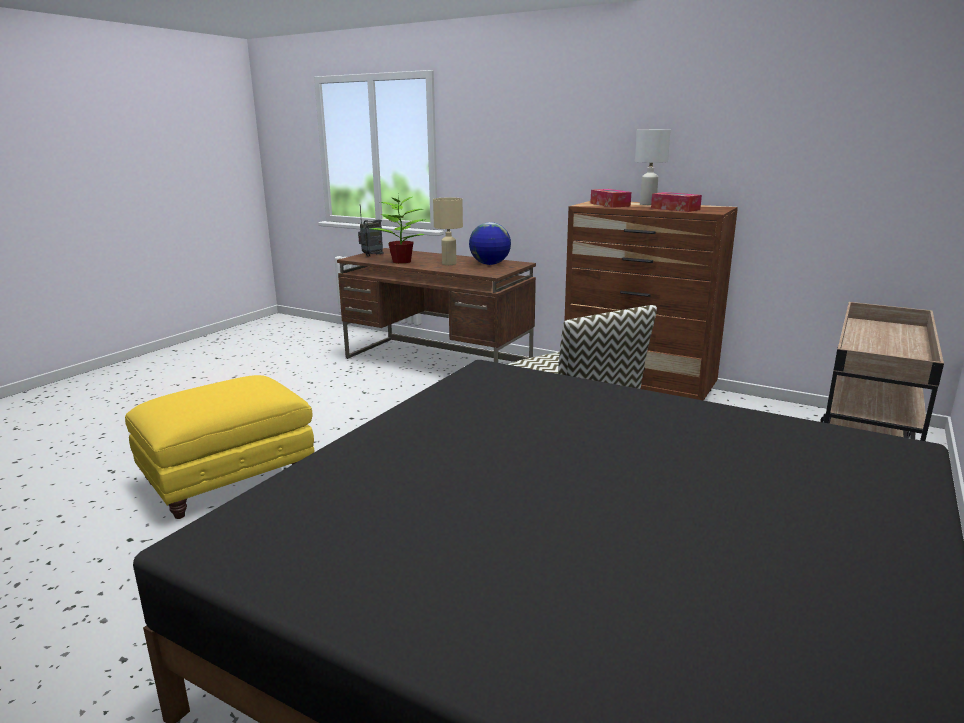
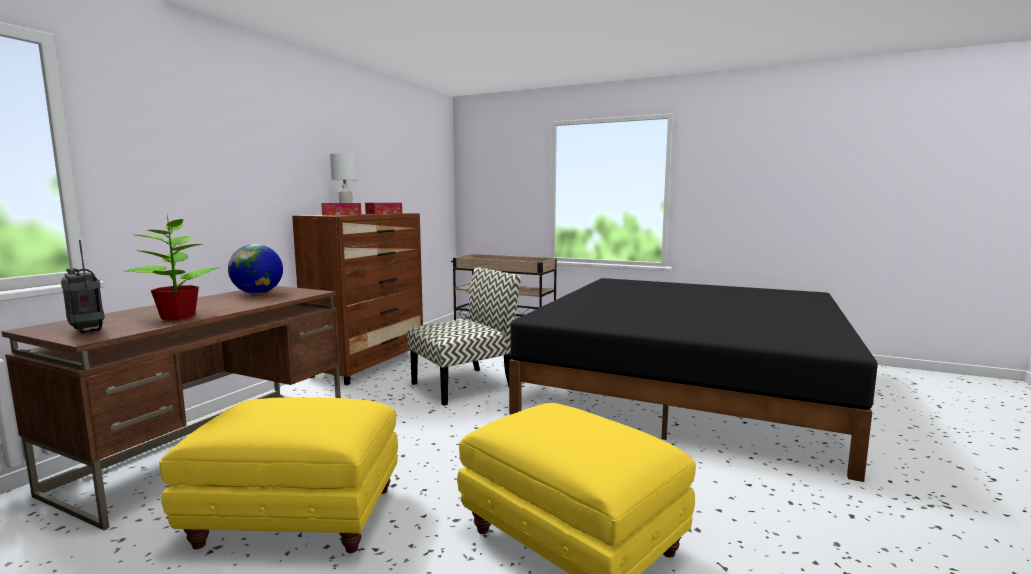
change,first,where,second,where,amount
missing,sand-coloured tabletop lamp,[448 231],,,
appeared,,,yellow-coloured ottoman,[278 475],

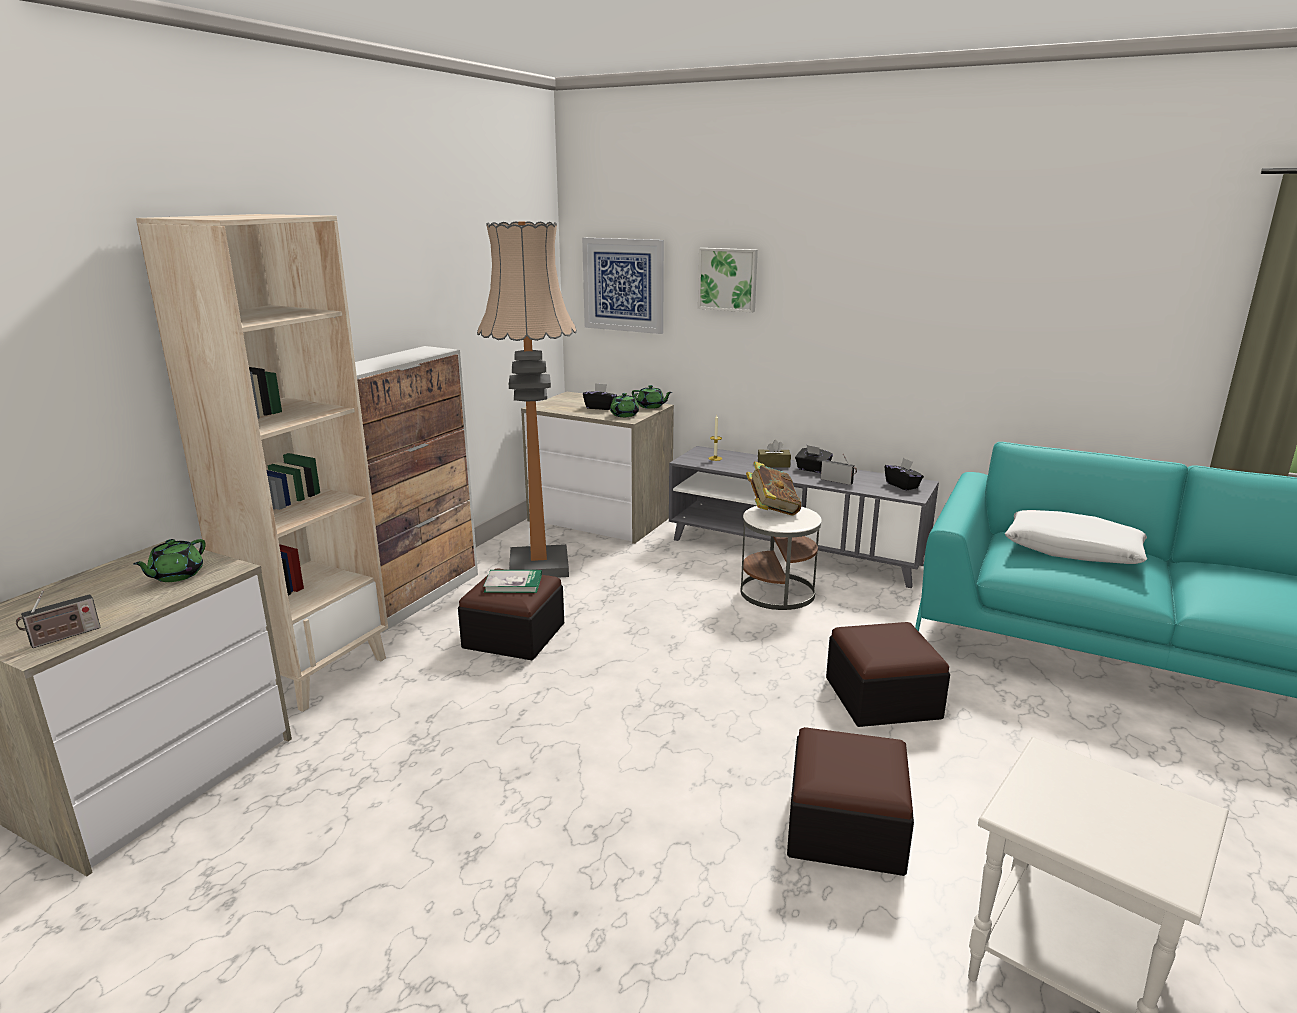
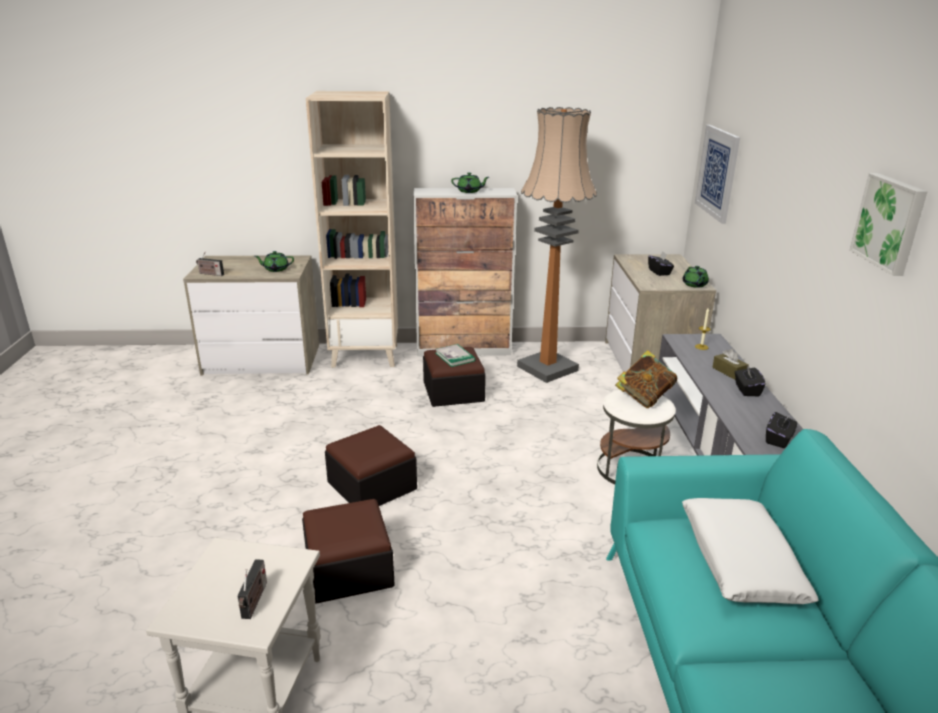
change,first,where,second,where,amount
relocated,picture,[728 280],,[888 224],
relocated,green-coloured tea pot,[624 405],,[470 182],
relocated,radio receiver,[839 469],,[252 589],
relocated,ottoman,[888 674],,[371 465],

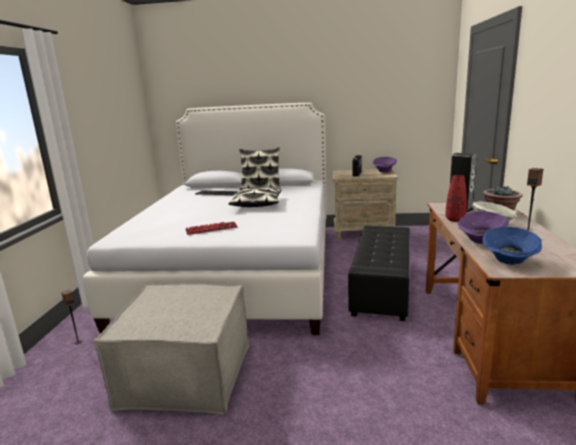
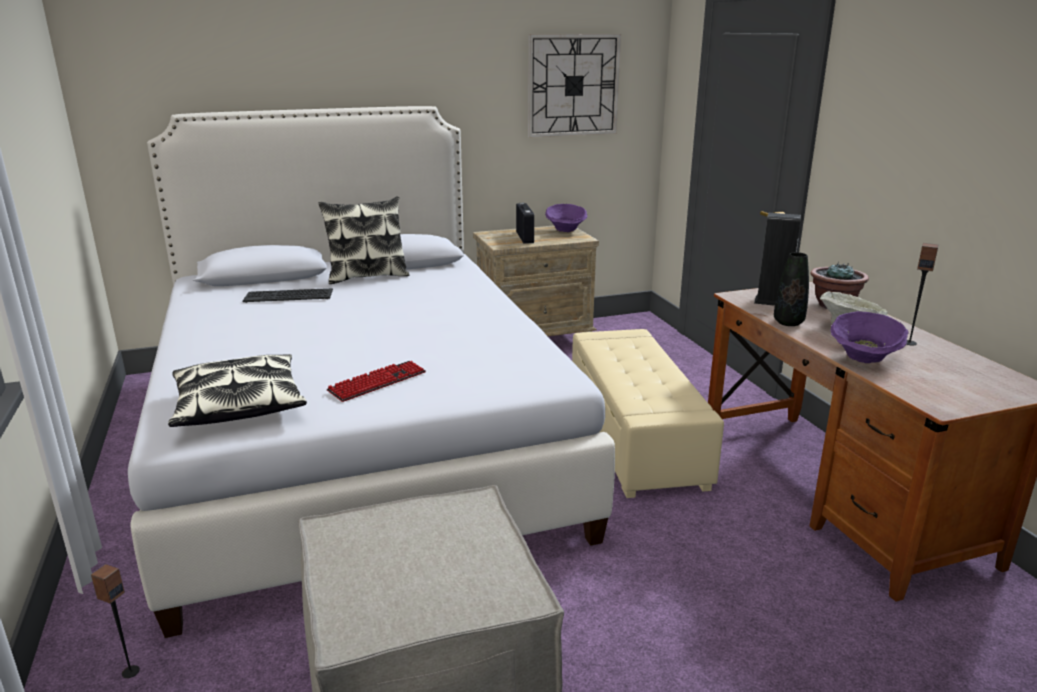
change,first,where,second,where,amount
colour,red vase,[456 198],black-coloured vase,[791 289],
relocated,pillow,[254 197],,[237 390],
colour,black-coloured ottoman,[379 273],sand-coloured ottoman,[648 413],
missing,blue-coloured bowl,[512 246],,,
appeared,,,hanging clock,[574 86],

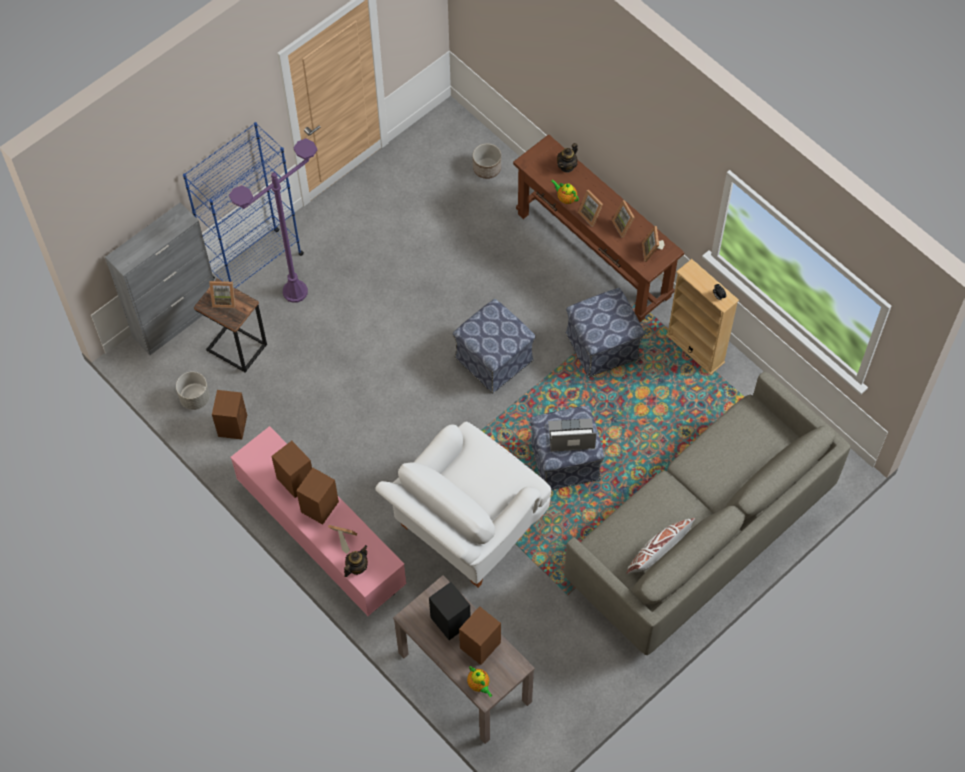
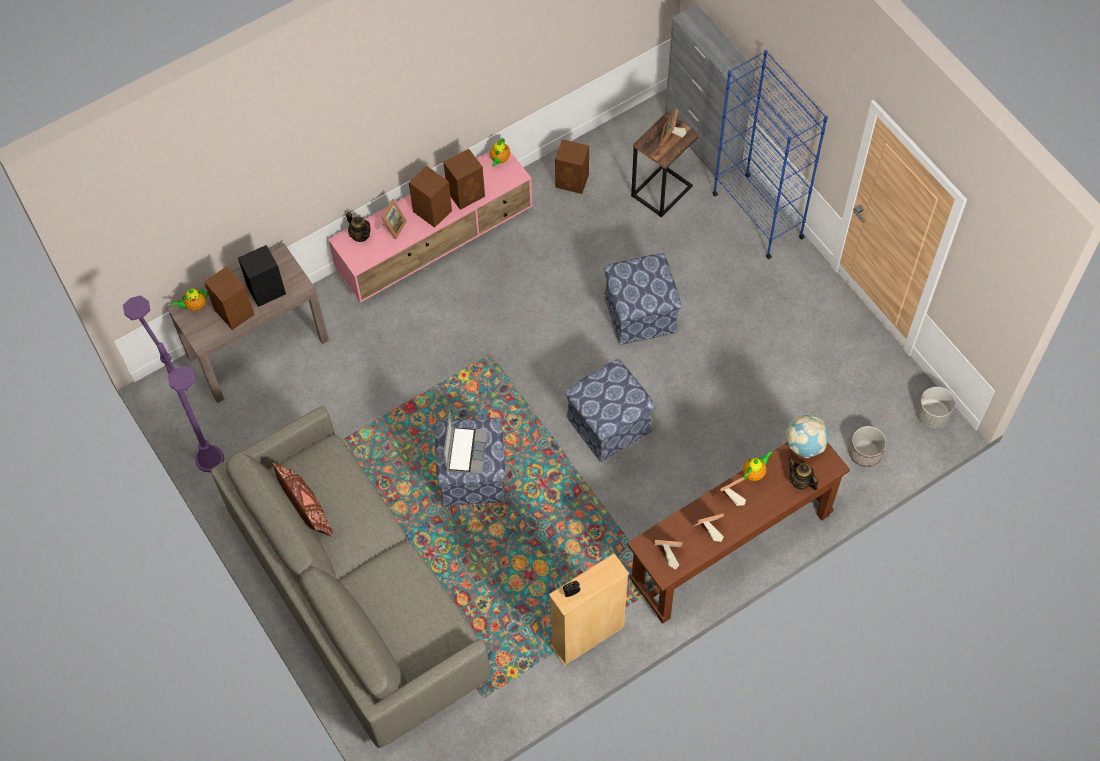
change,first,where,second,where,amount
relocated,purplish floor lamp,[273 220],,[173 383],
relocated,ottoman,[605 332],,[642 299],
relocated,greyish plant pot,[193 391],,[935 408],
missing,white-coloured lounge chair,[463 505],,,
colour,white-coloured pillow,[660 546],brownish pillow,[302 499],
appeared,,,tea pot,[500 152],
appeared,,,globe,[807 436],

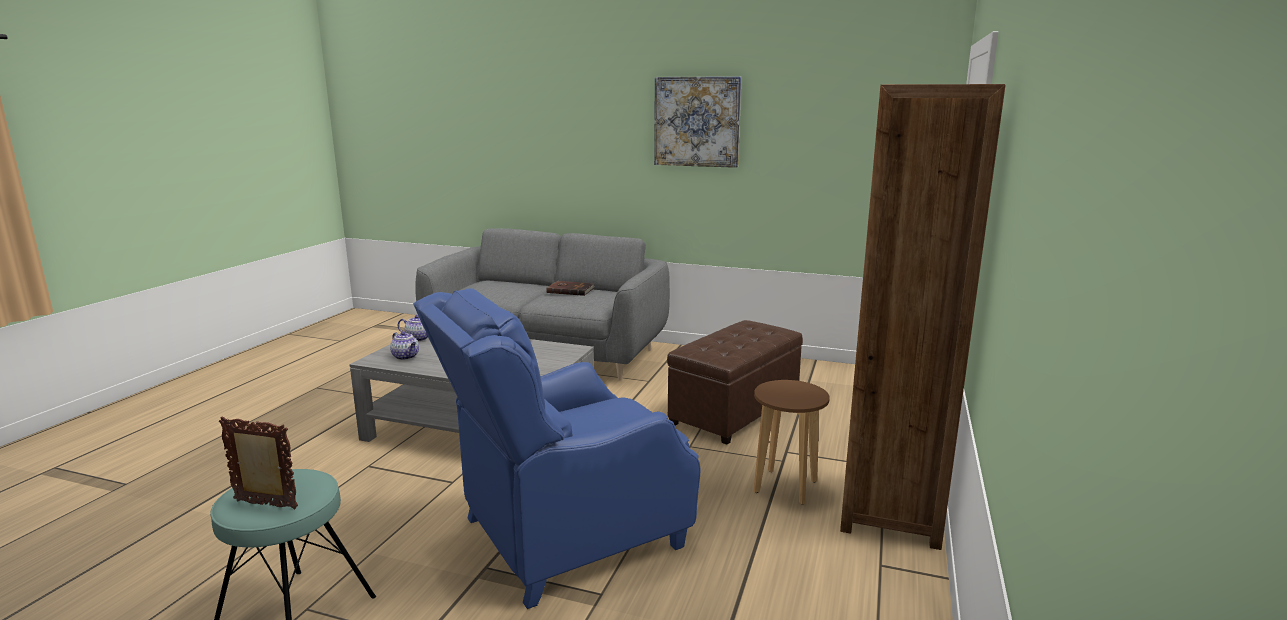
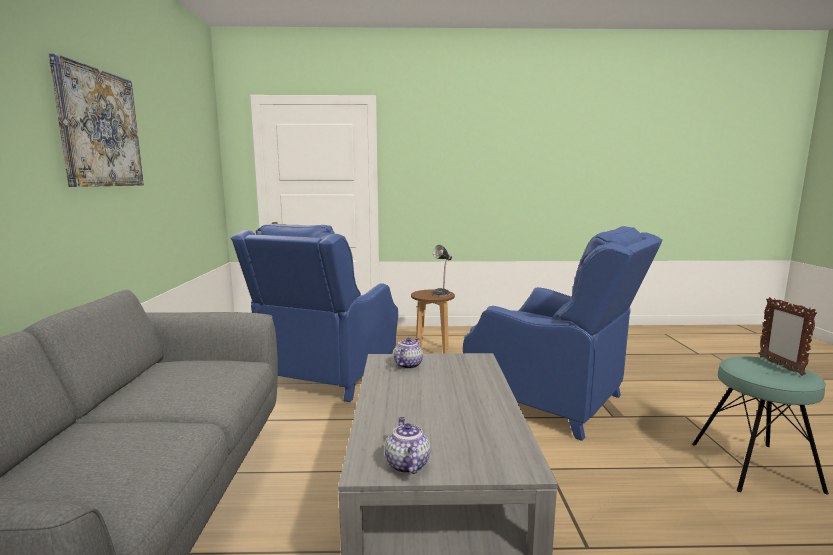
change,first,where,second,where,amount
missing,brownish bookcase,[923 317],,,
missing,brownish book,[570 288],,,
exchanged,brownish ottoman,[735 382],blue-coloured lounge chair,[314 313],
relocated,tea pot,[404 345],,[408 353],
appeared,,,tabletop lamp,[441 270],

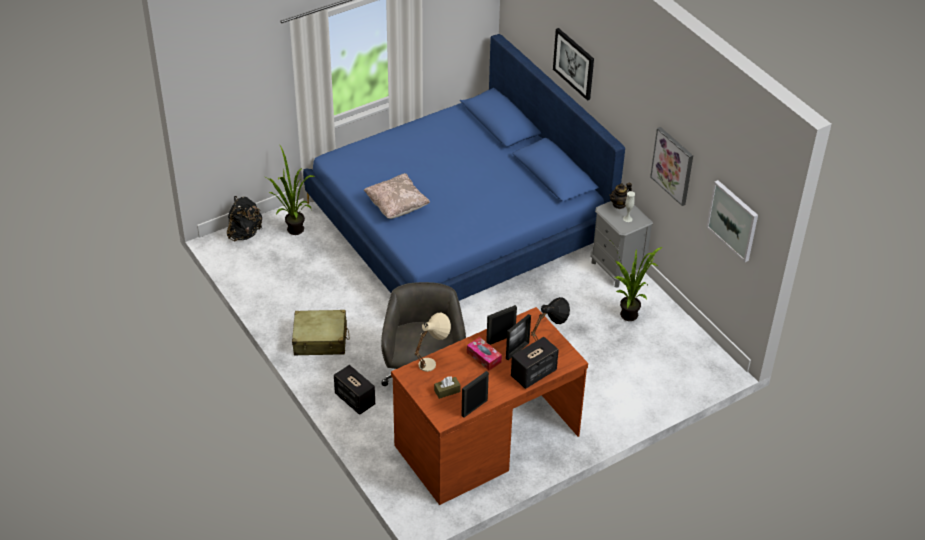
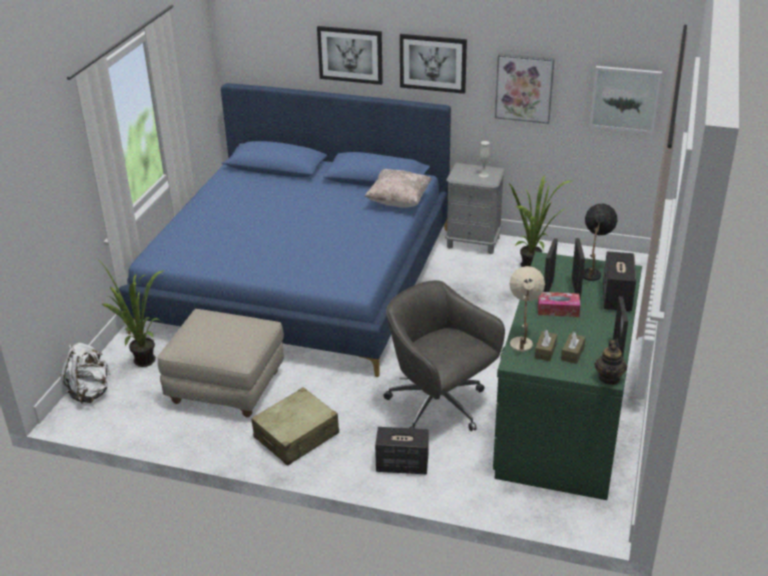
change,first,where,second,where,amount
relocated,sand-coloured pillow,[397 196],,[398 188],
relocated,tea pot,[620 196],,[610 362],
colour,black-coloured backpack,[244 218],white-coloured backpack,[85 373],
colour,brownish desk unit,[489 406],green-coloured desk unit,[567 376],
appeared,,,picture,[433 64],
appeared,,,sand-coloured ottoman,[220 363],
appeared,,,brownish tissue holder,[546 345],

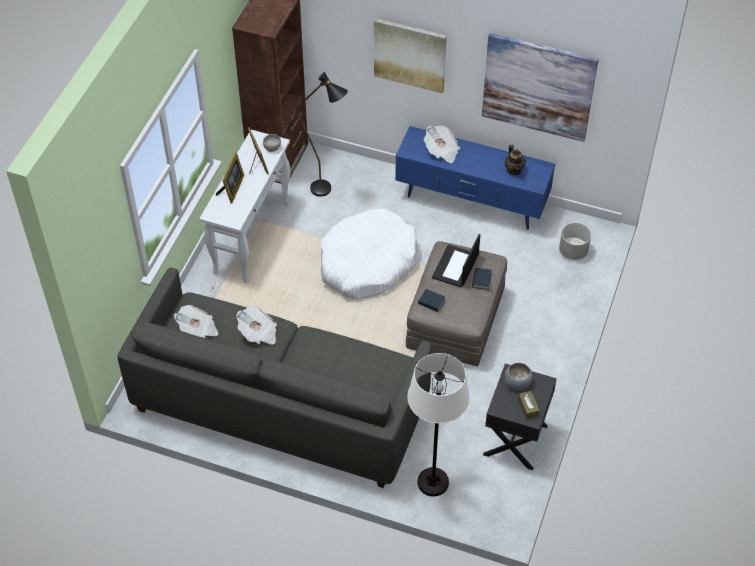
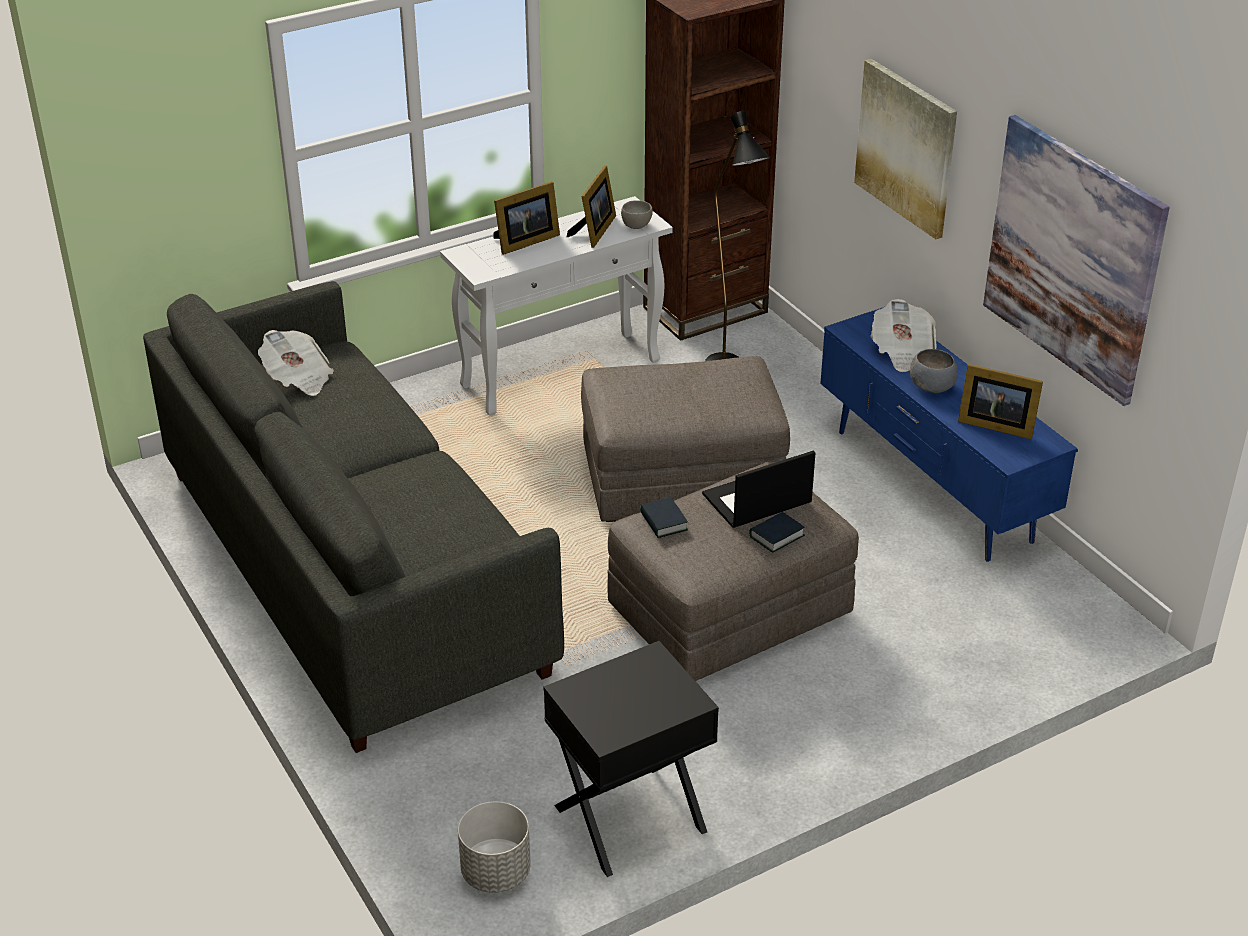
change,first,where,second,where,amount
exchanged,tea pot,[515 160],standing frame,[1000 401],
exchanged,white-coloured pet bed,[368 254],greyish ottoman,[685 439],
relocated,greyish plant pot,[575 241],,[494 847],
missing,newspaper,[256 325],,,
missing,white-coloured floor lamp,[438 424],,,
relocated,greyish bowl,[518 376],,[934 371],
missing,brownish tissue holder,[529 405],,,

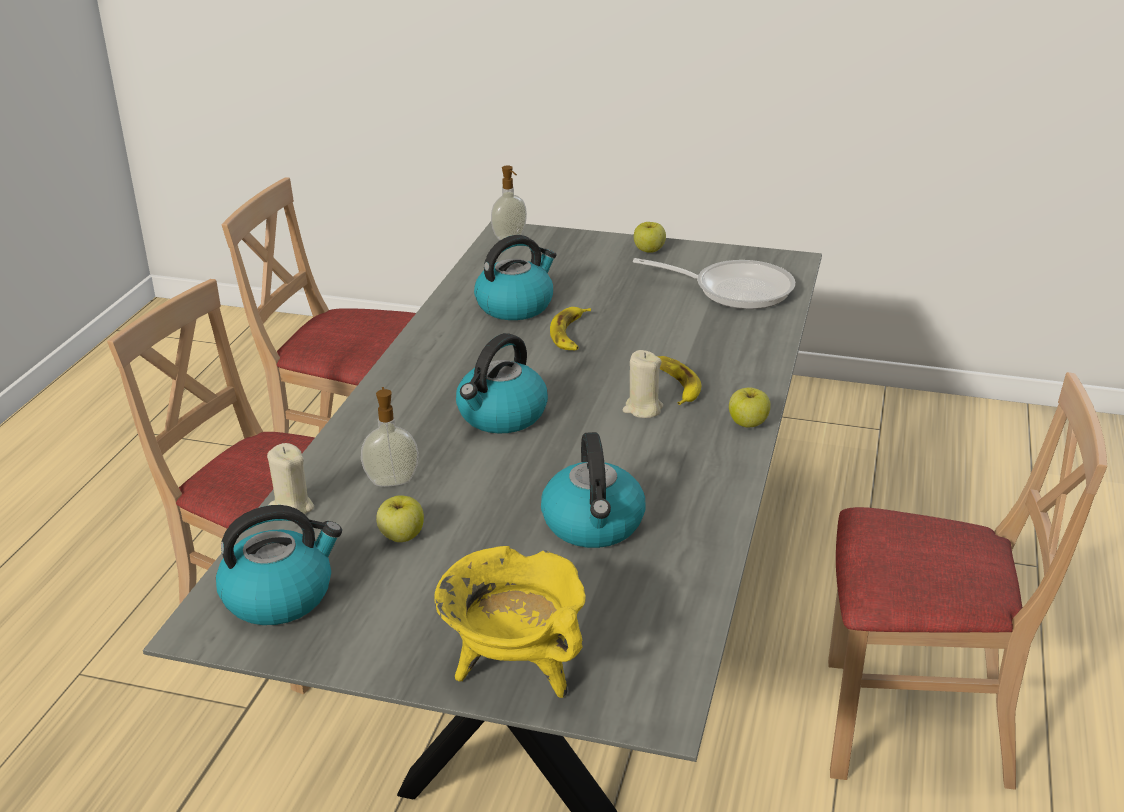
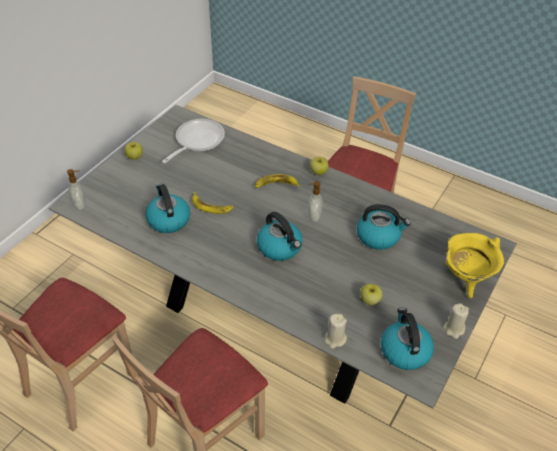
change,first,where,second,where,amount
relocated,sand-coloured wax light,[643 384],,[456 321],
relocated,soap bottle,[390 437],,[315 201],

